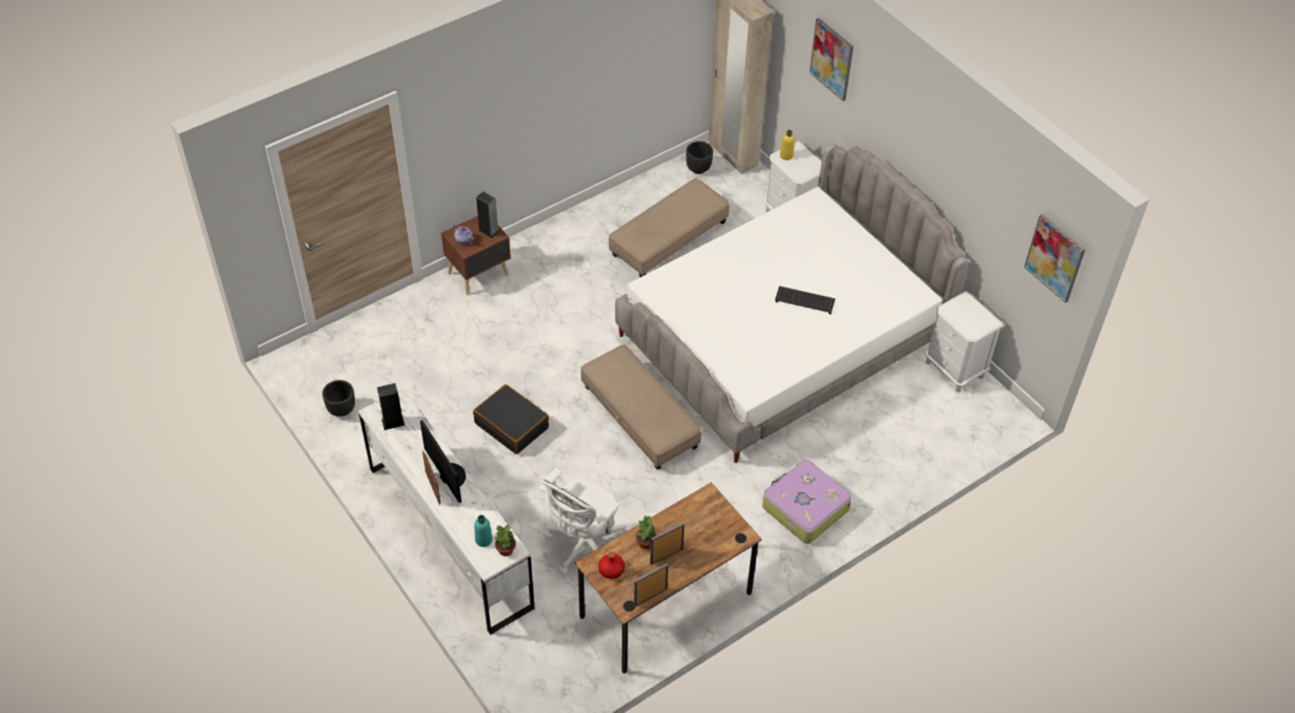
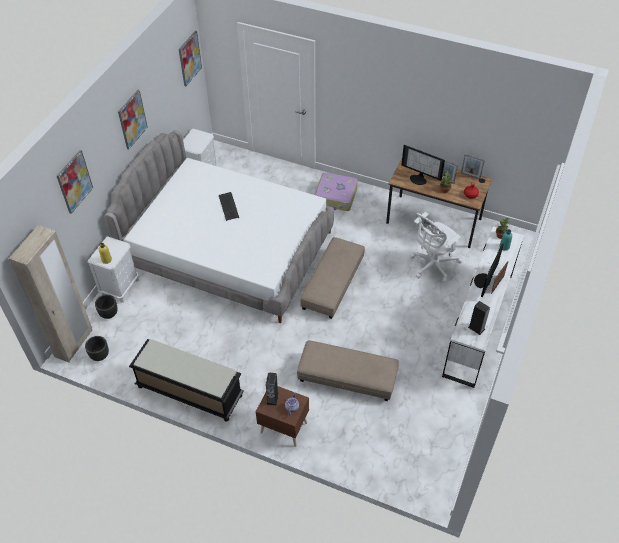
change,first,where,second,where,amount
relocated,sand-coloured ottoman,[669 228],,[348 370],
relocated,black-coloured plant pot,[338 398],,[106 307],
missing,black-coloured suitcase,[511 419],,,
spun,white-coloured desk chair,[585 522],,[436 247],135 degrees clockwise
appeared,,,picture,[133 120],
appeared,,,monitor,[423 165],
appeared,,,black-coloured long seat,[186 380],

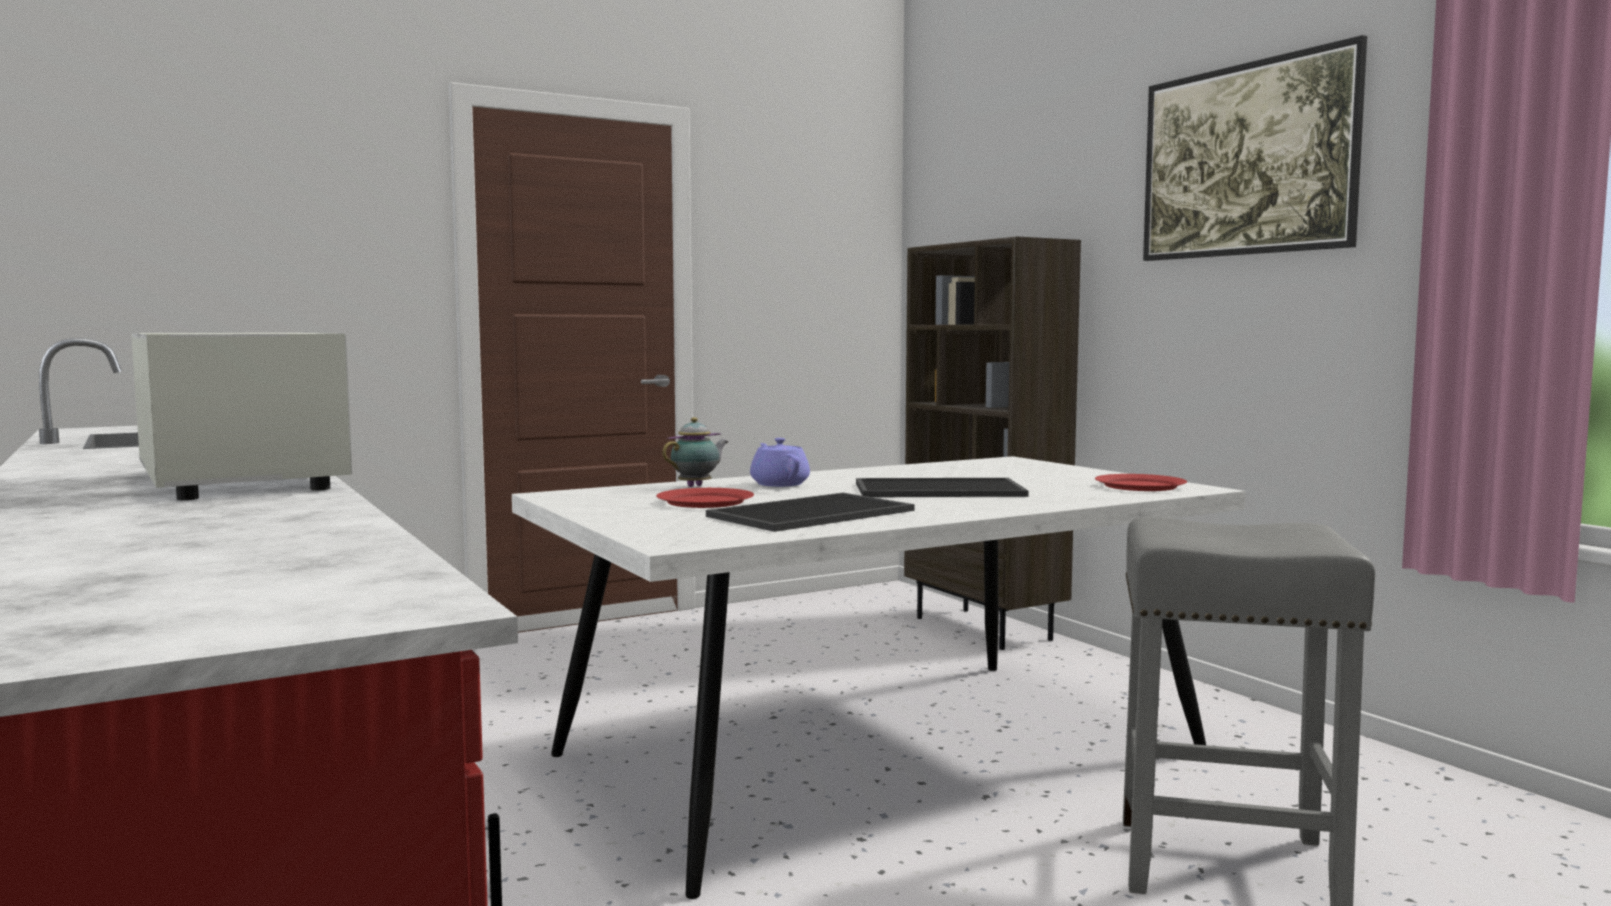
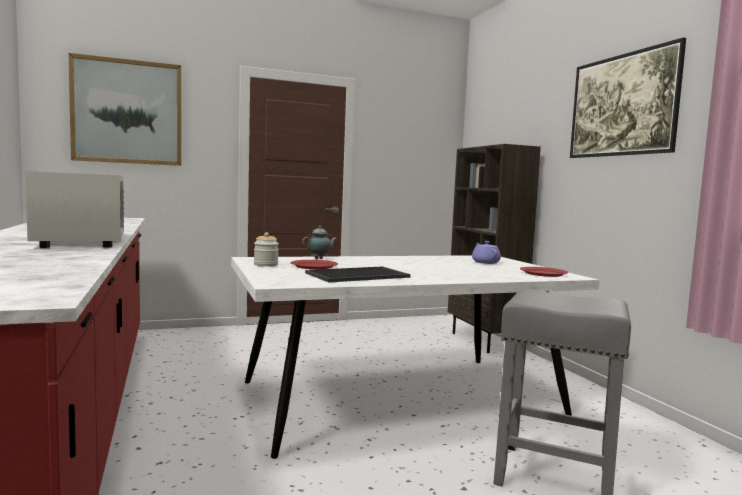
change,first,where,second,where,amount
relocated,purplish tea pot,[780 462],,[486 252],
missing,serving tray,[942 487],,,
appeared,,,picture,[125 109],
appeared,,,storage jar,[266 249],

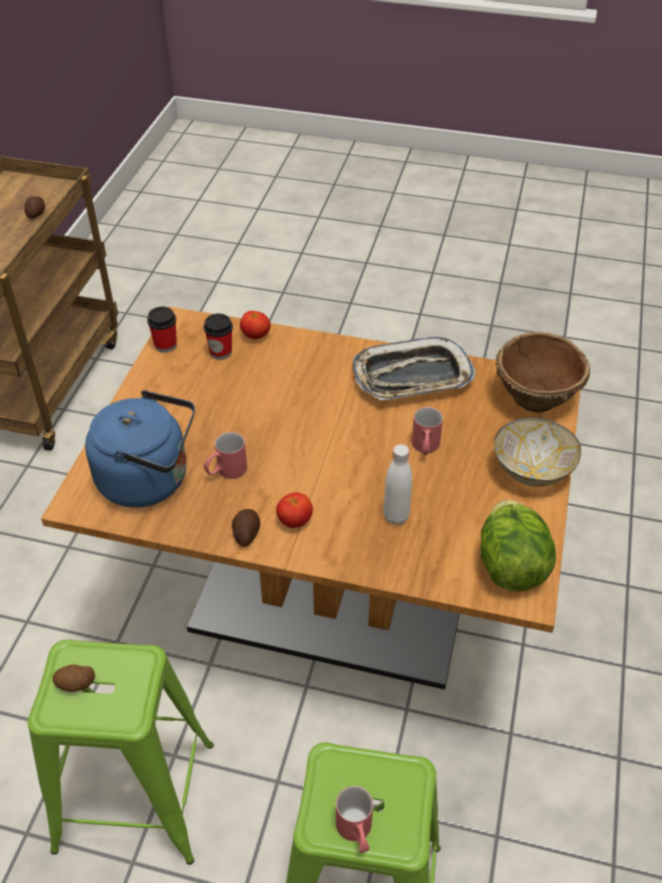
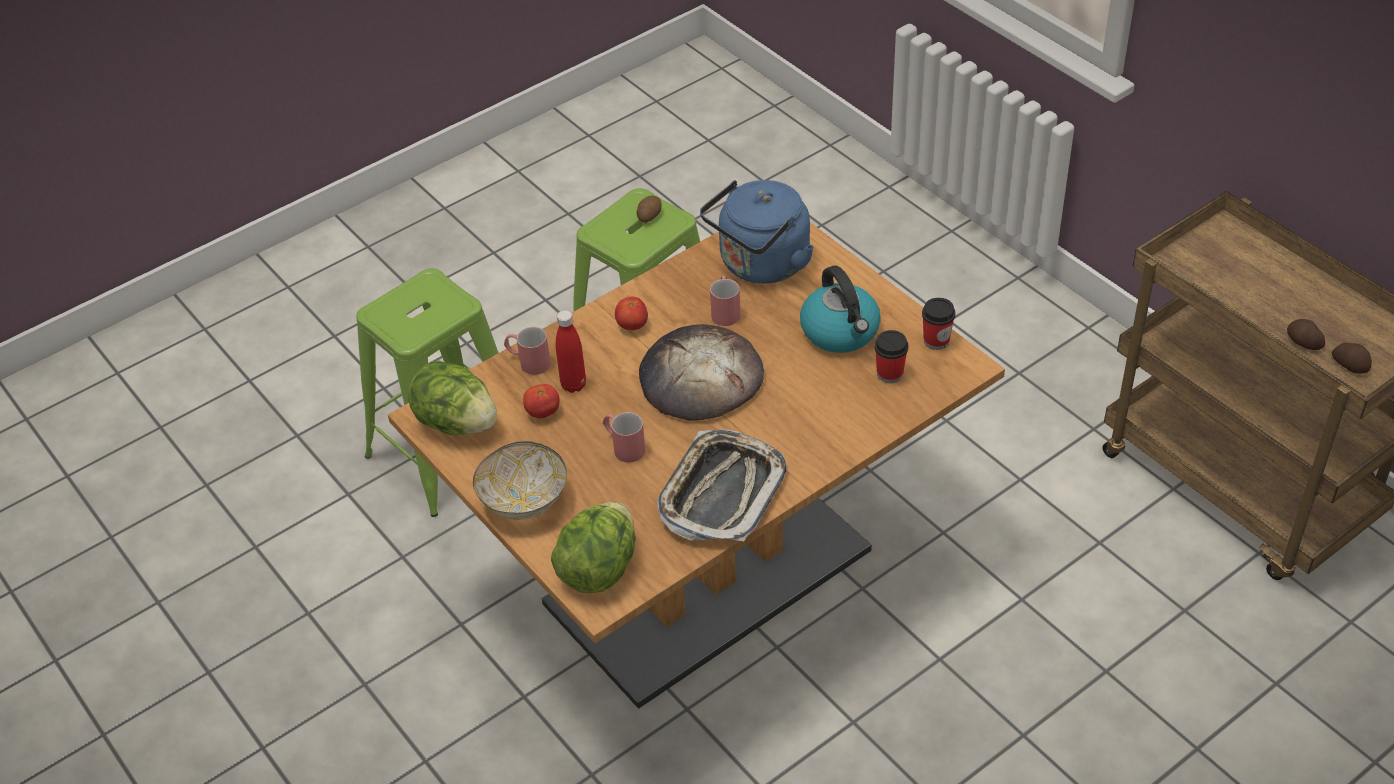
change,first,where,second,where,amount
relocated,whole tomato,[255 325],,[541 401],
exchanged,brownish bowl,[542 372],lettuce,[593 547],
colour,white-coloured beverage bottle,[397 484],red beverage bottle,[571 351],
relocated,whole potato,[246 528],,[1352 358],
relocated,red coffee mug,[354 819],,[527 351],
appeared,,,water kettle,[840 309],
appeared,,,bread,[701 372],

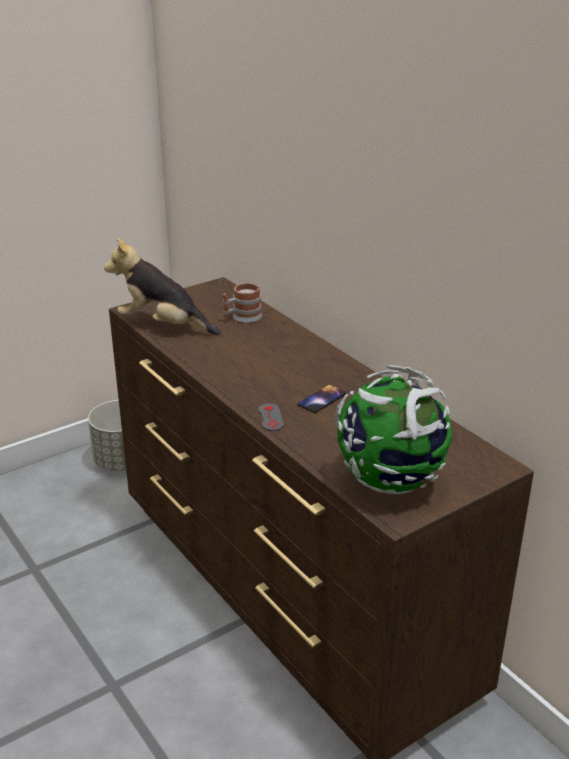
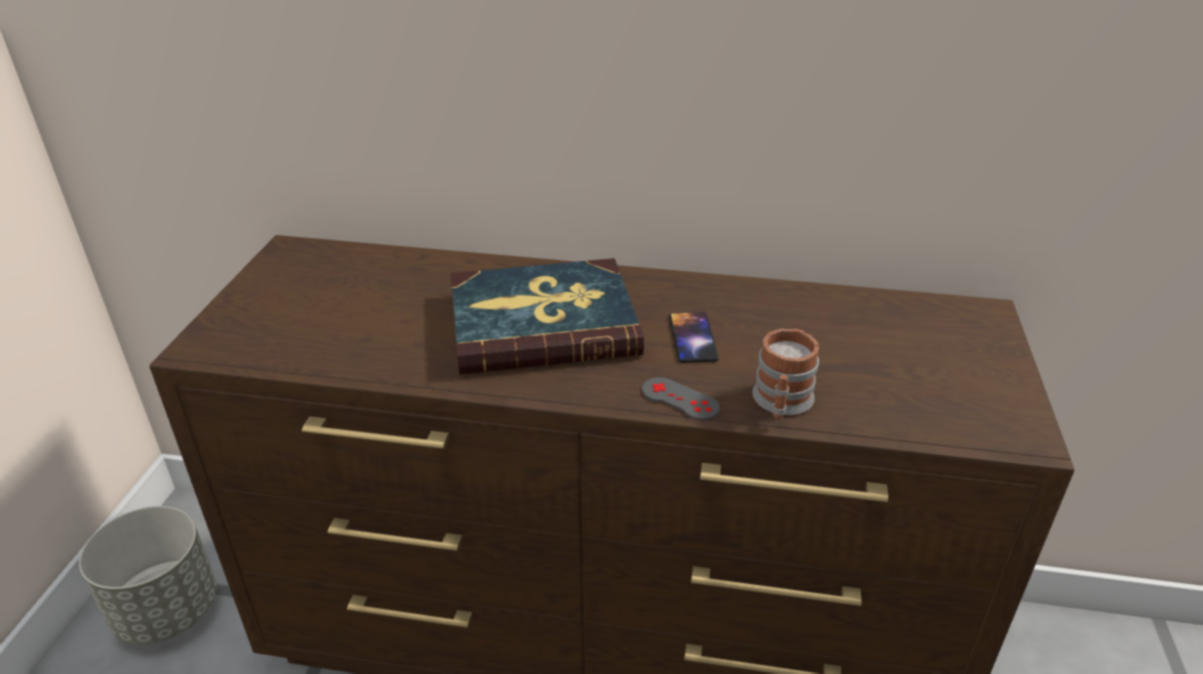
change,first,where,second,where,amount
missing,plush toy,[162 286],,,
relocated,coffee mug,[242 303],,[785 374],
missing,globe,[393 429],,,
appeared,,,book,[547 316],

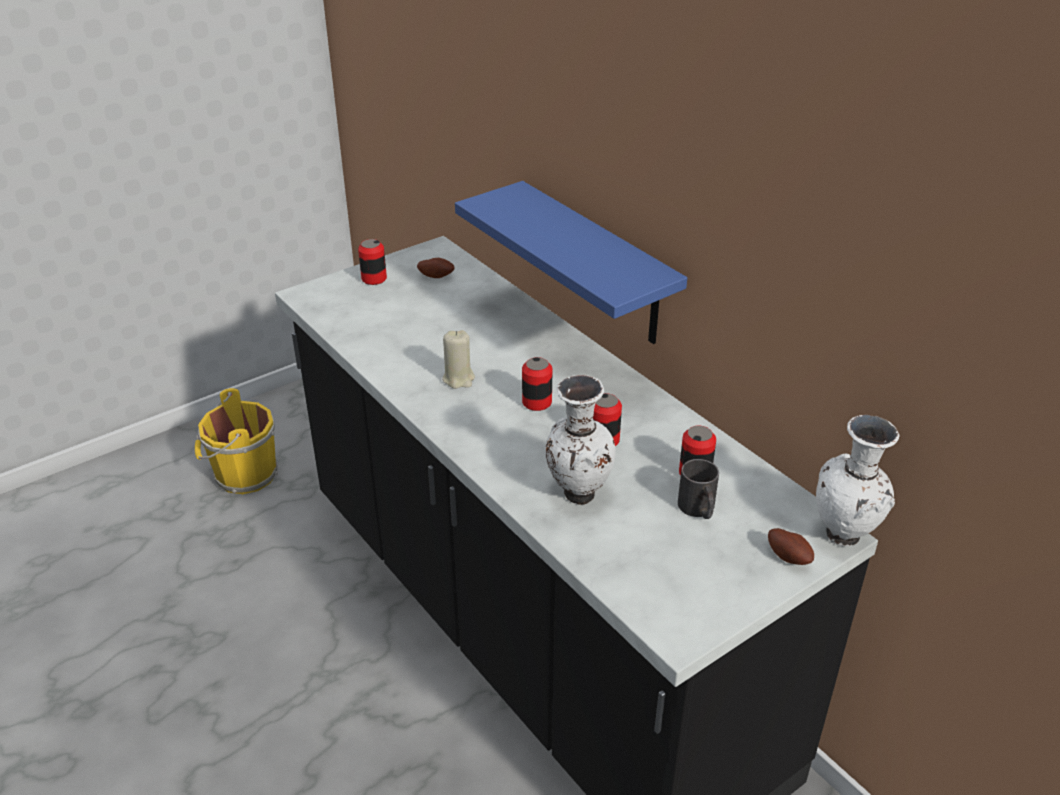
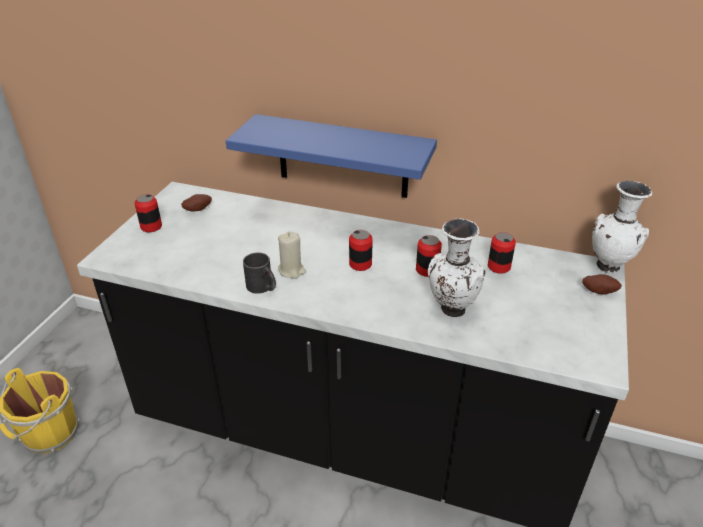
change,first,where,second,where,amount
relocated,black-coloured coffee mug,[698 489],,[259 273],

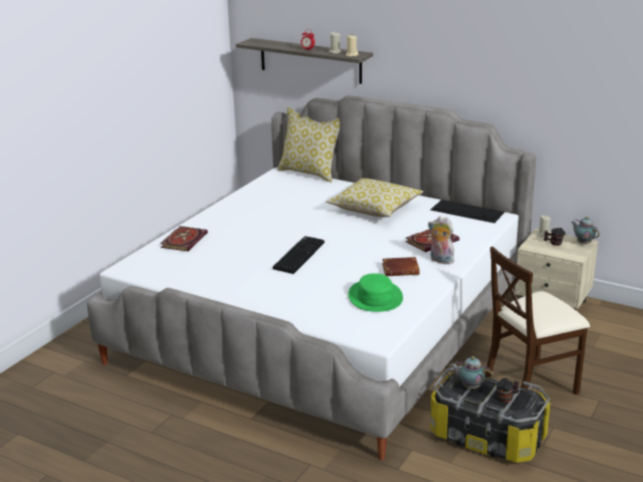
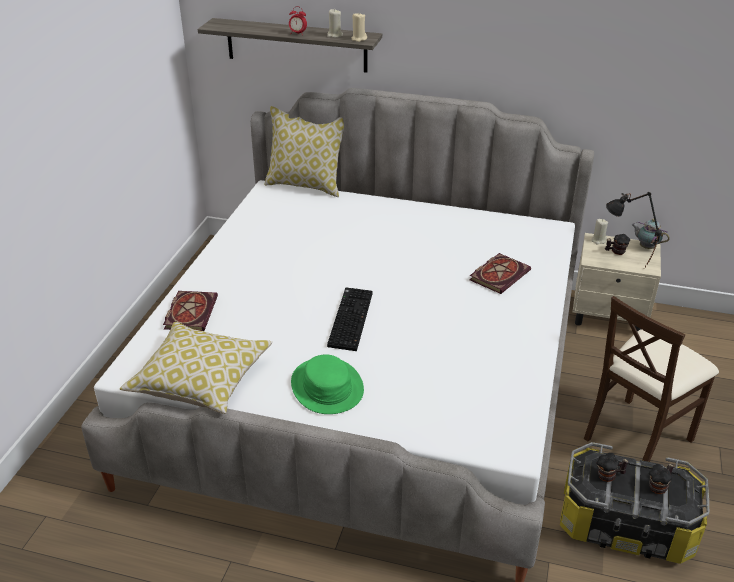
change,first,where,second,where,amount
relocated,pillow,[374 197],,[196 368],
missing,PC keyboard,[467 211],,,
missing,plush toy,[441 240],,,
missing,brownish book,[401 266],,,
relocated,green-coloured wearable hat,[375 292],,[327 384],
exchanged,tea pot,[472 372],coffee mug,[612 467],
appeared,,,black-coloured tabletop lamp,[634 230],

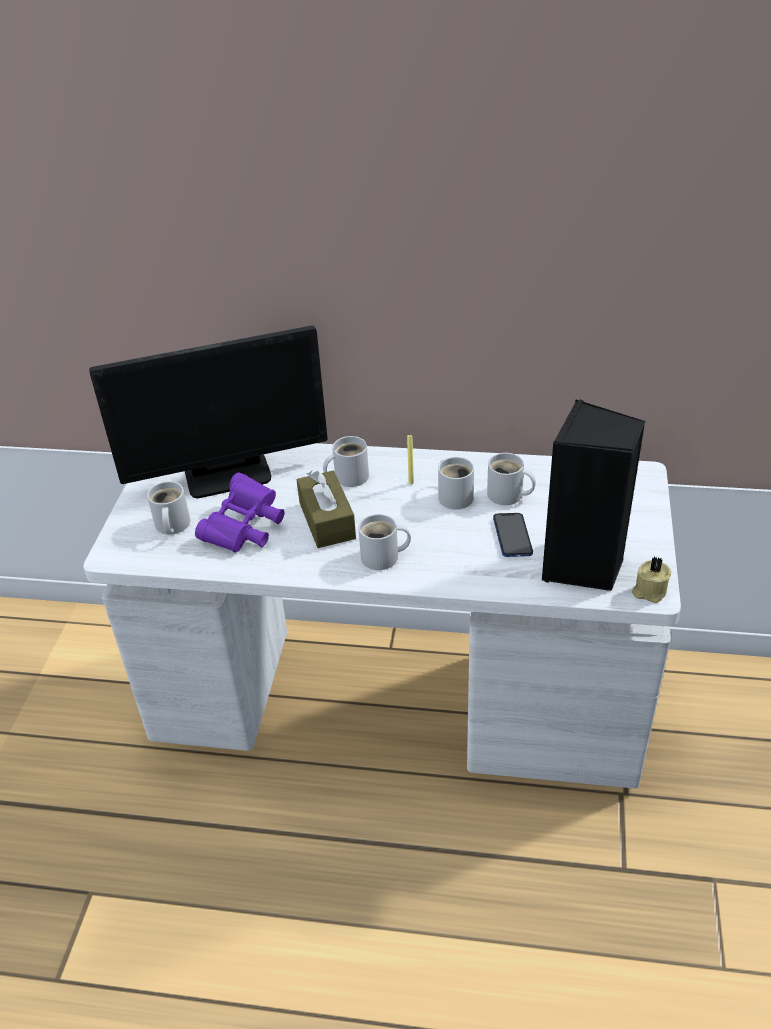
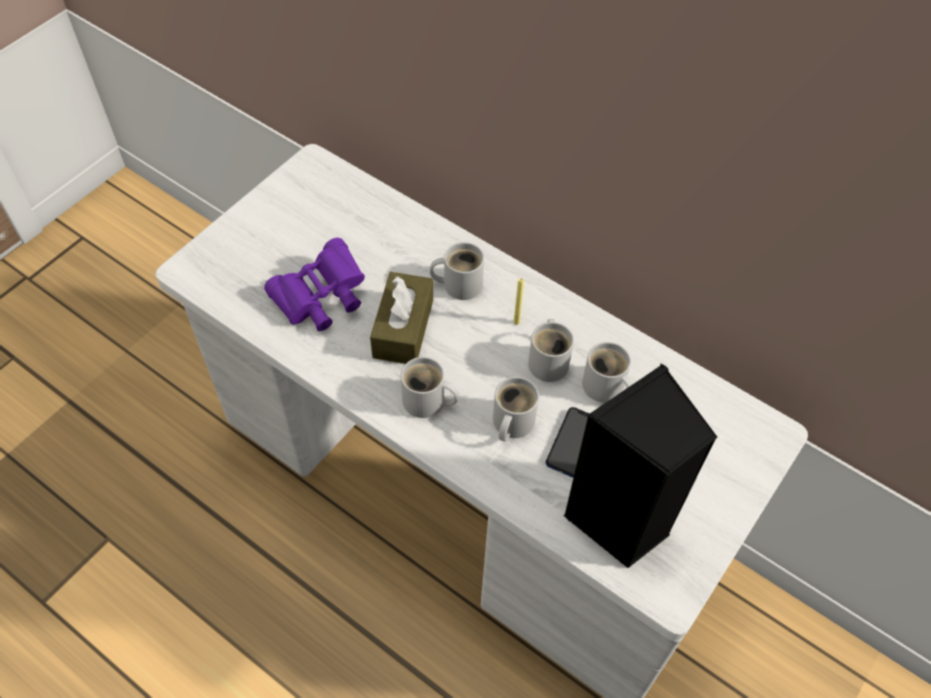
change,first,where,second,where,amount
missing,monitor,[208 412],,,
relocated,white-coloured coffee mug,[168 508],,[516 409],
missing,sand-coloured wax light,[651 579],,,

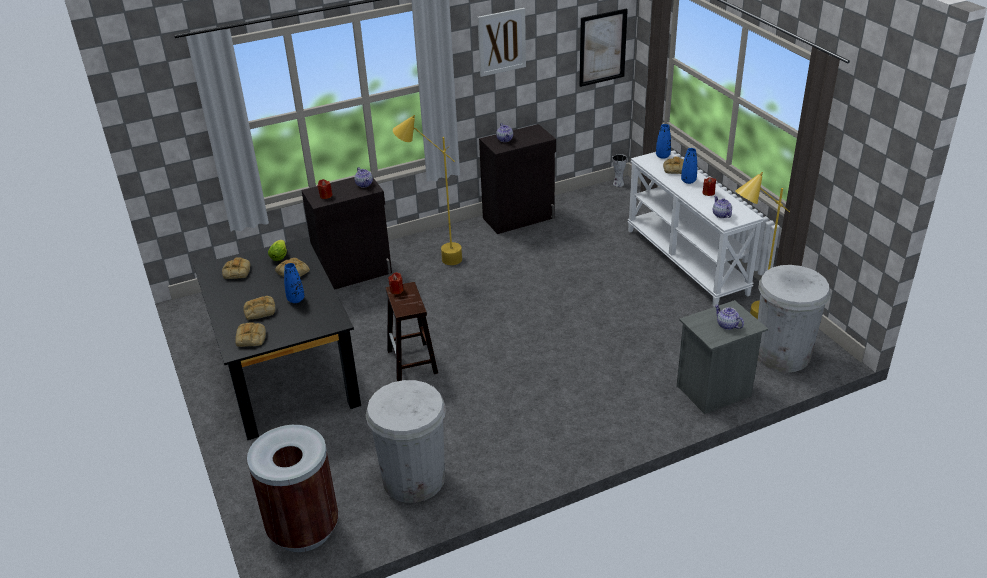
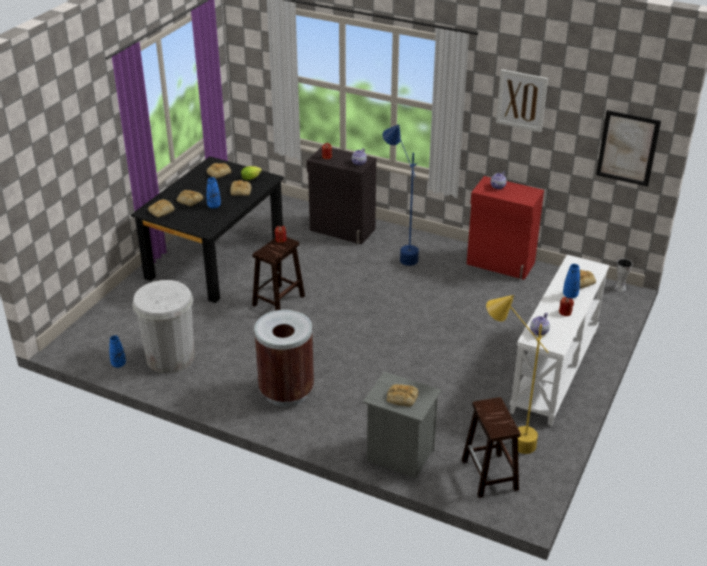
change,first,where,second,where,amount
colour,yellow-coloured floor lamp,[427 190],blue-coloured floor lamp,[401 195],
colour,black-coloured storage cabinet,[517 179],red storage cabinet,[505 228],
relocated,blue-coloured vase,[663 141],,[117 352],
exchanged,white-coloured waste bin,[794 318],brownish stool,[491 447],
exchanged,tea pot,[729 317],bread,[402 395],
relocated,brownish waste bin,[292 488],,[284 358],

